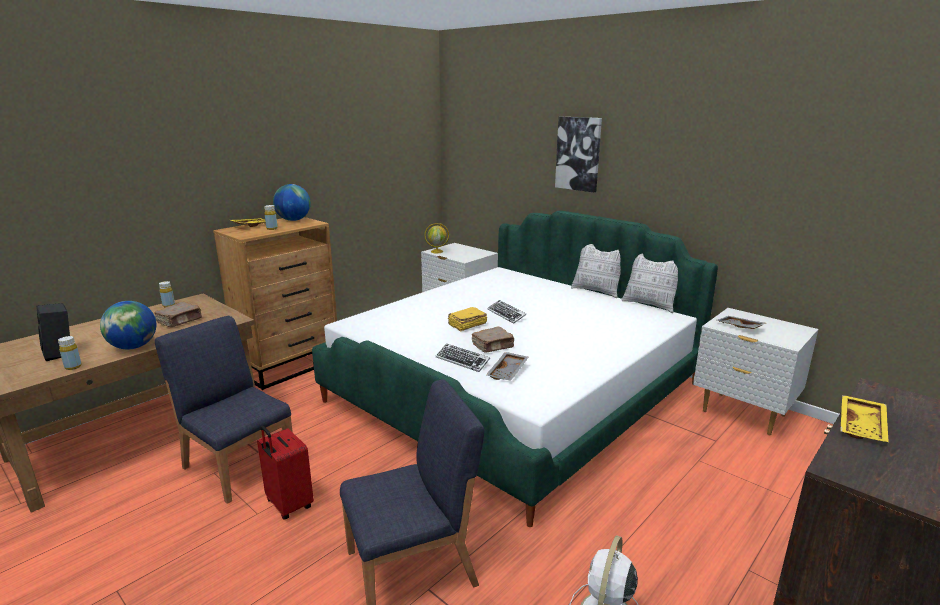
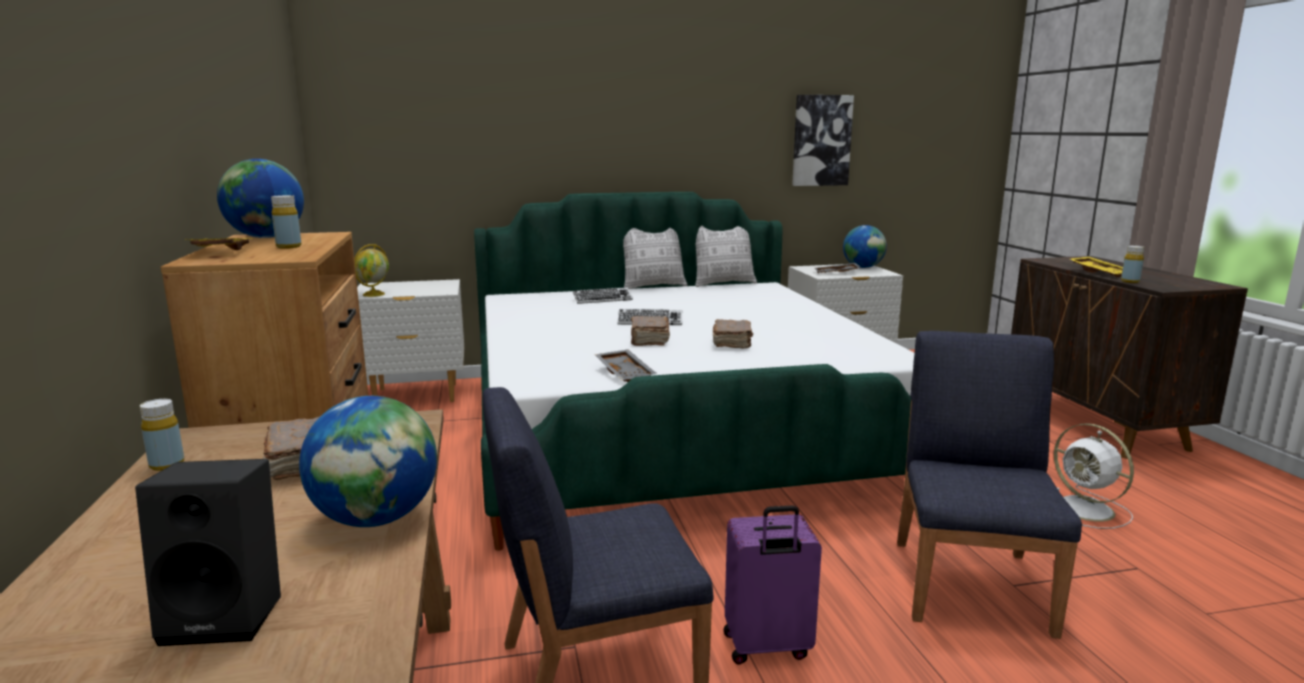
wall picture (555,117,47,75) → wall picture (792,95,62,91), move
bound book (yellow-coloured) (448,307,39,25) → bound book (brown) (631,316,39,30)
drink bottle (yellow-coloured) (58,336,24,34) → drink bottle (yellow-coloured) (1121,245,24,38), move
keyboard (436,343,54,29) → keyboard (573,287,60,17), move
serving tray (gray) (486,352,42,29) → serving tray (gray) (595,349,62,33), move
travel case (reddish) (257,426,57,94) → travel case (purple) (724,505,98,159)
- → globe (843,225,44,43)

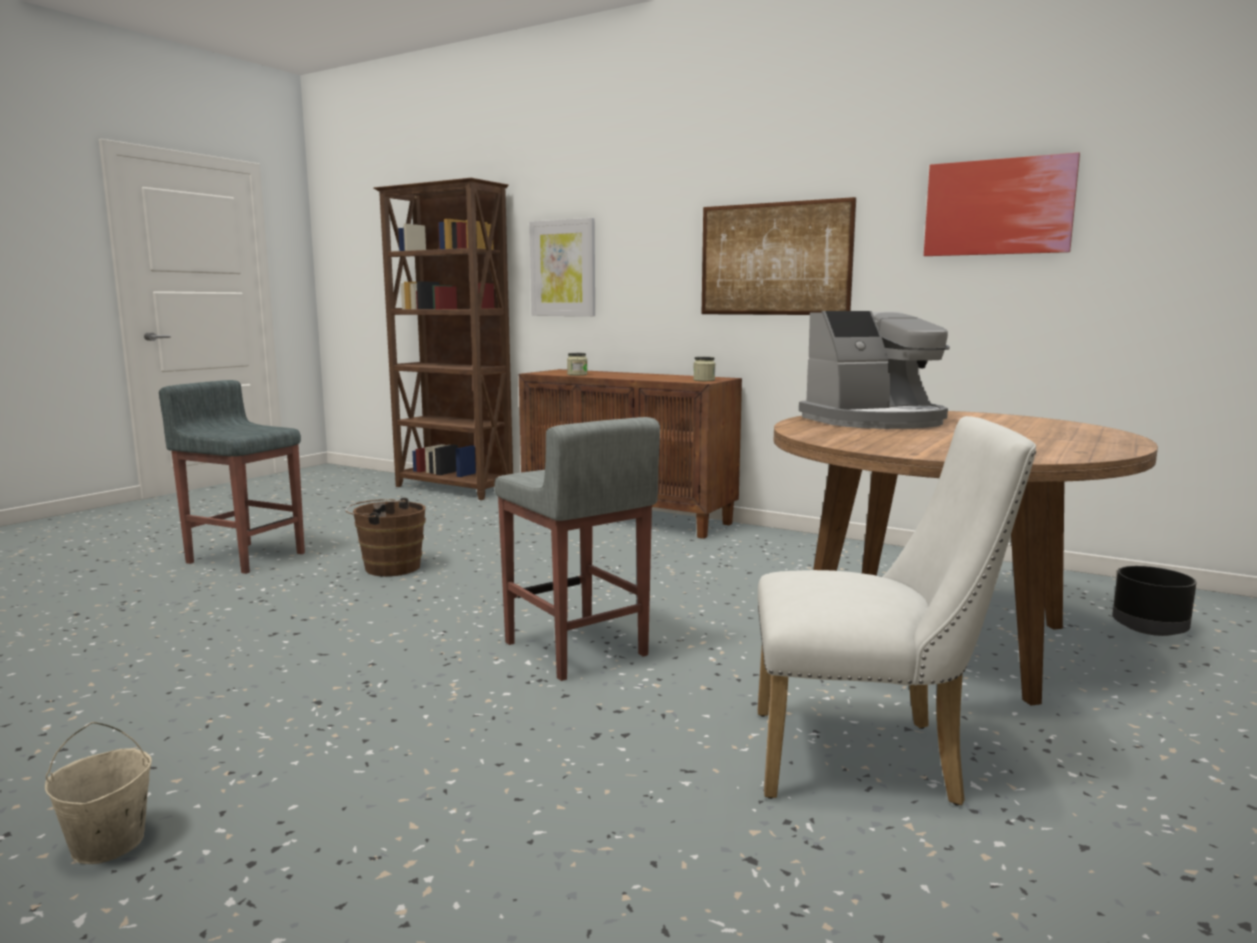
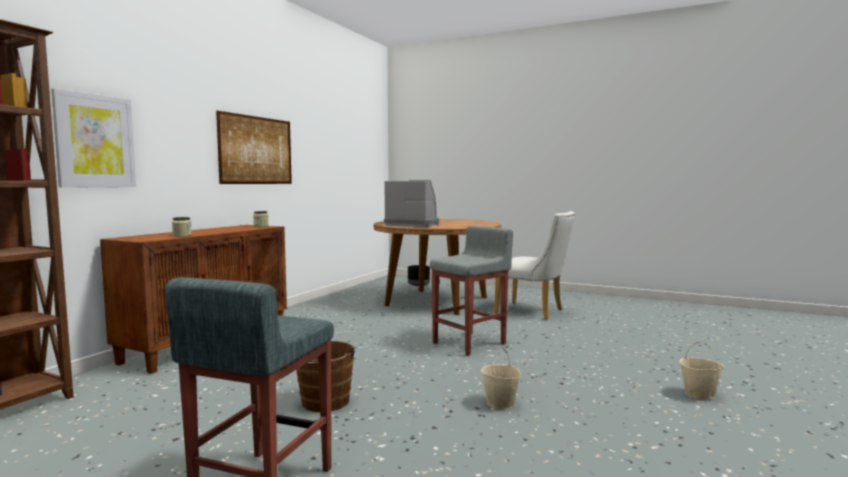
wall picture (924,152,156,104) → -
coffee maker (799,311,151,118) → coffee maker (384,180,55,47), 45 degrees counterclockwise
upright chair (white) (758,416,278,390) → upright chair (white) (494,211,81,109), 120 degrees clockwise
- → bucket (sand-coloured) (481,348,40,61)

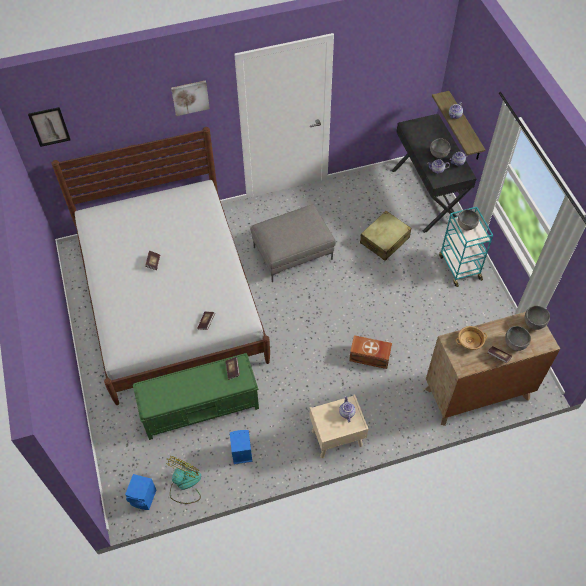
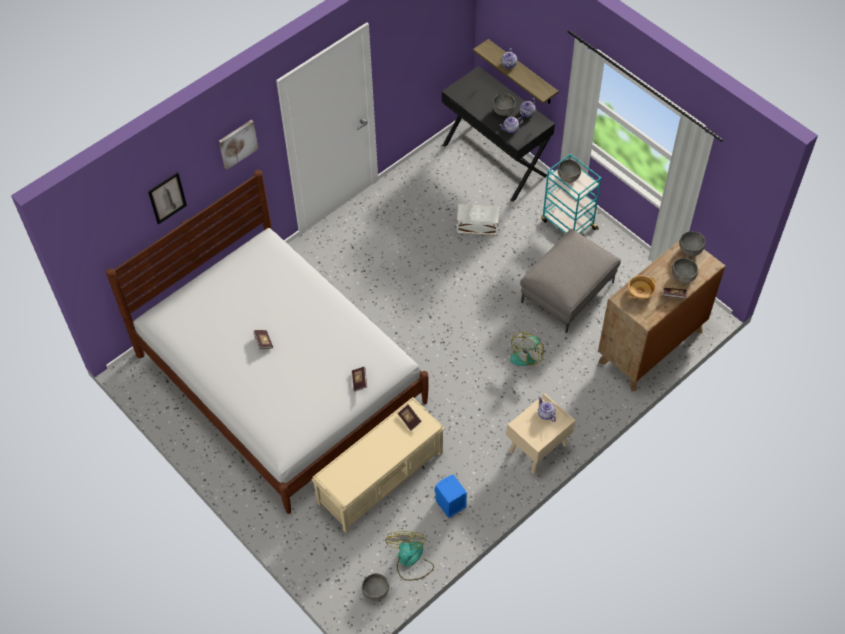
wall picture (28,107,43,40) → wall picture (148,172,39,53), move
pouffe (gray) (250,204,86,78) → pouffe (gray) (520,229,101,104), move
travel case (sand-coloured) (360,211,51,50) → storage box (white) (457,204,42,32)
storage box (brown) (349,335,43,34) → cooling fan (510,332,34,34)
indoor bench (greenish) (133,353,126,87) → indoor bench (sand-coloured) (311,397,134,136)
audio speaker (blue) (125,474,31,36) → serving bowl (gray) (362,573,27,28)

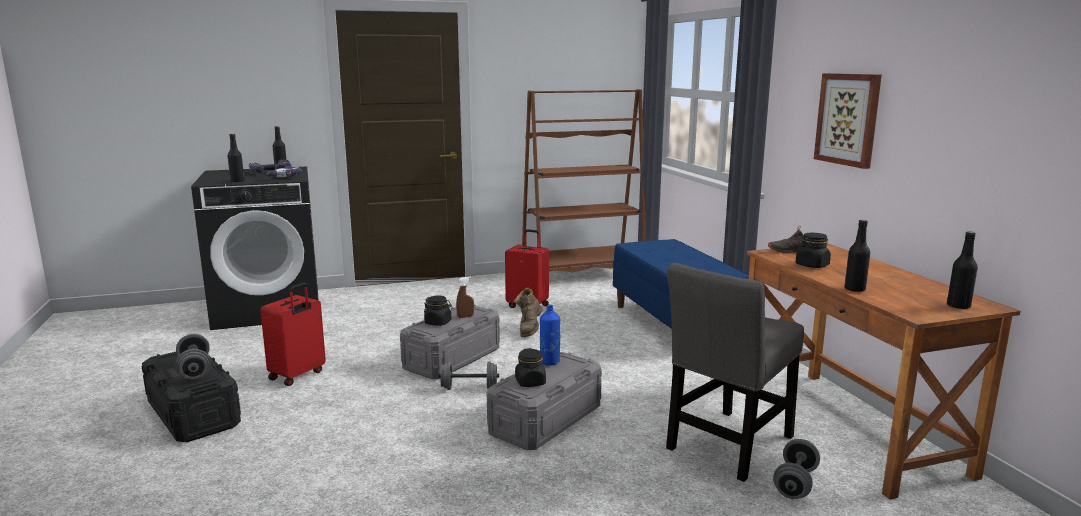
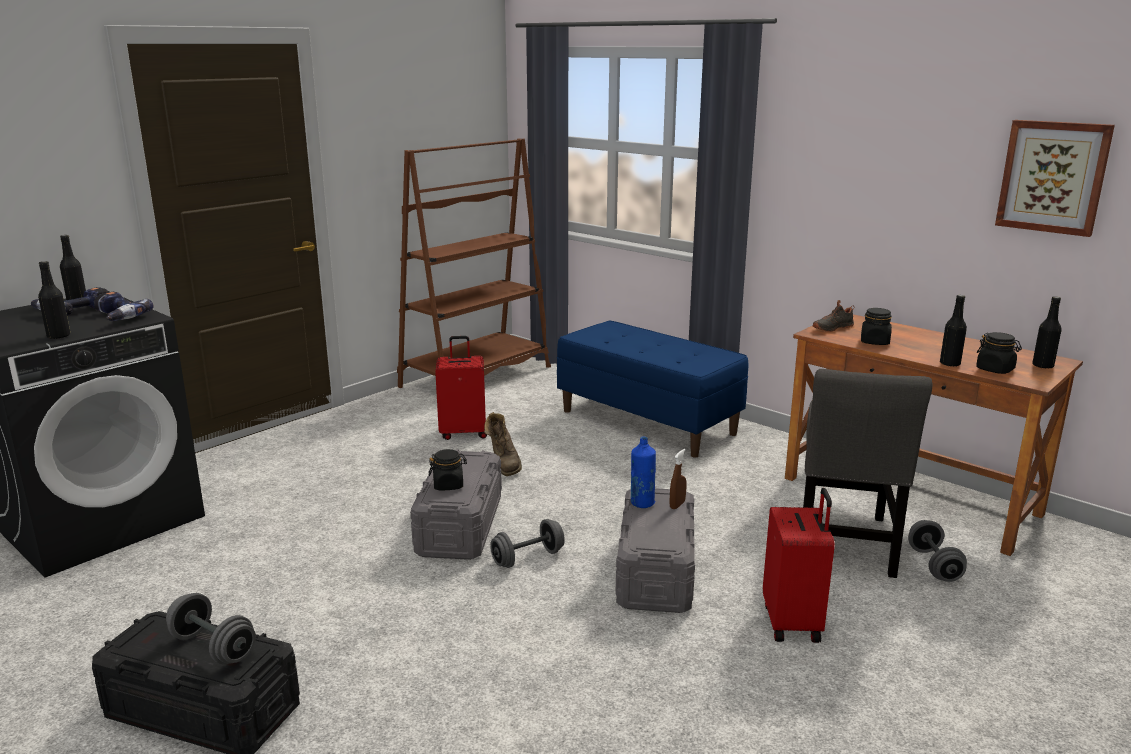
wall picture (814,73,68,96) → wall picture (995,120,120,117), move
sprayer (brown) (456,277,18,41) → sprayer (brown) (669,449,18,60), move
travel case (reddish) (260,282,66,104) → travel case (reddish) (763,488,72,155), move
preserve jar (black-coloured) (515,348,31,39) → preserve jar (black-coloured) (976,332,46,42), move

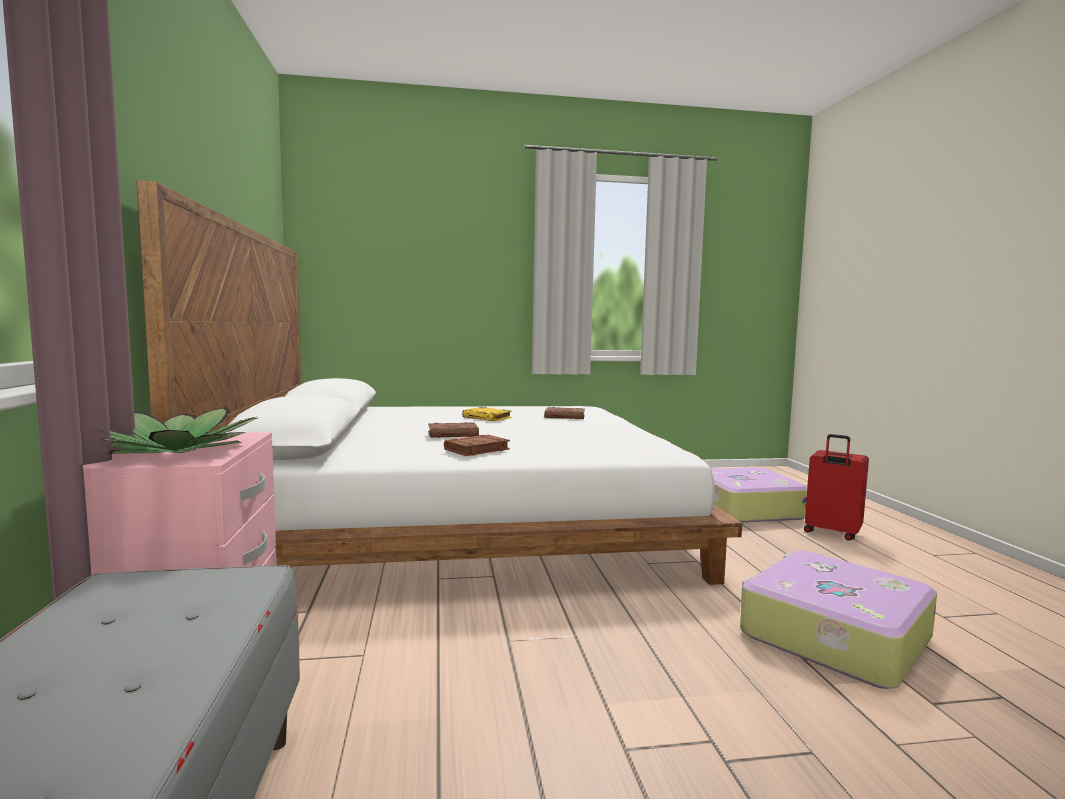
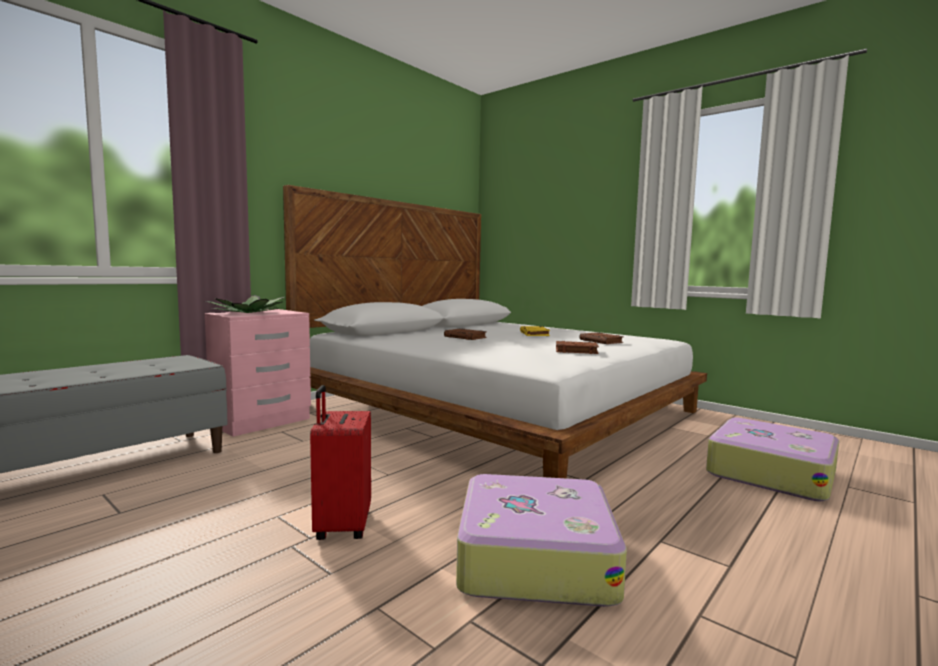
travel case (reddish) (804,434,65,107) → travel case (reddish) (310,385,61,155), move
bound book (brown) (444,435,66,21) → bound book (brown) (556,341,43,13), move

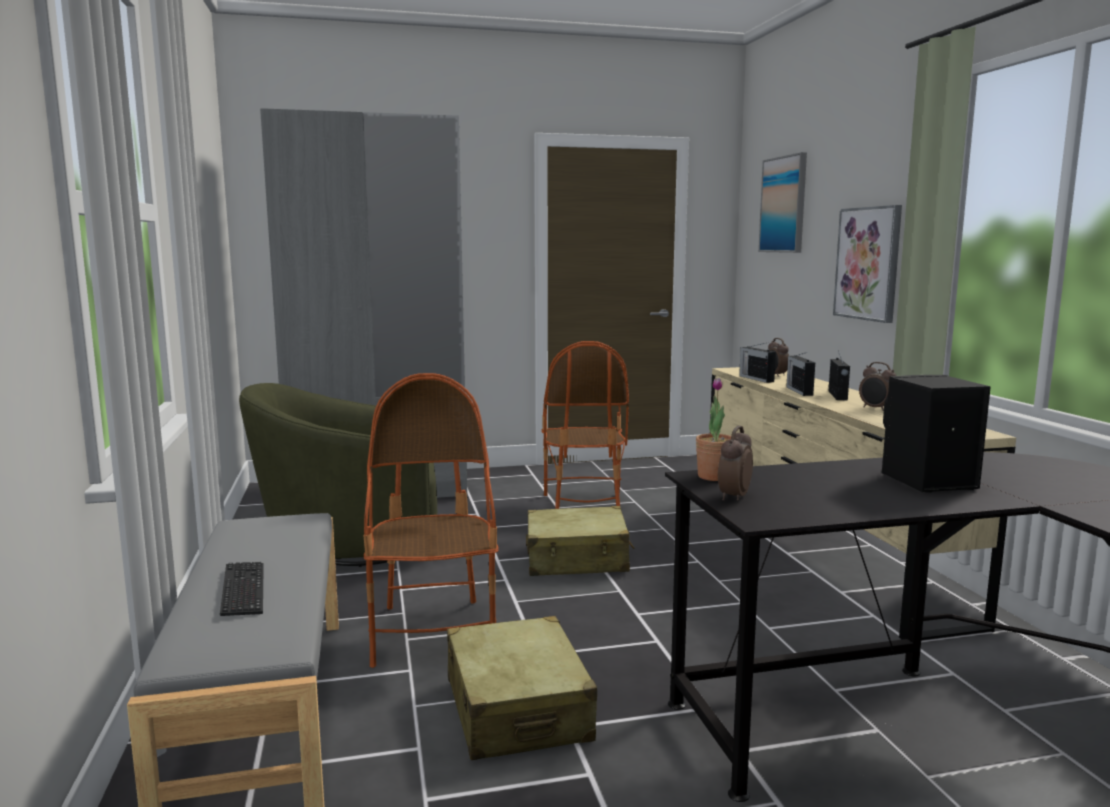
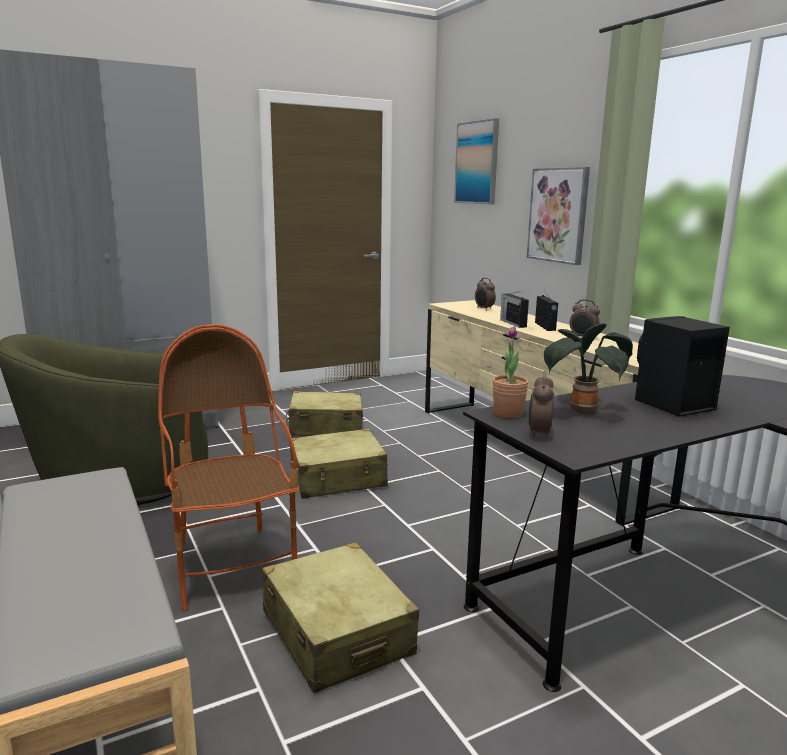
easy chair (541,341,88,168) → travel case (sand-coloured) (286,391,77,45)
radio receiver (739,343,37,40) → -
keyboard (220,562,44,54) → -
- → plant in a pot (544,323,89,91)

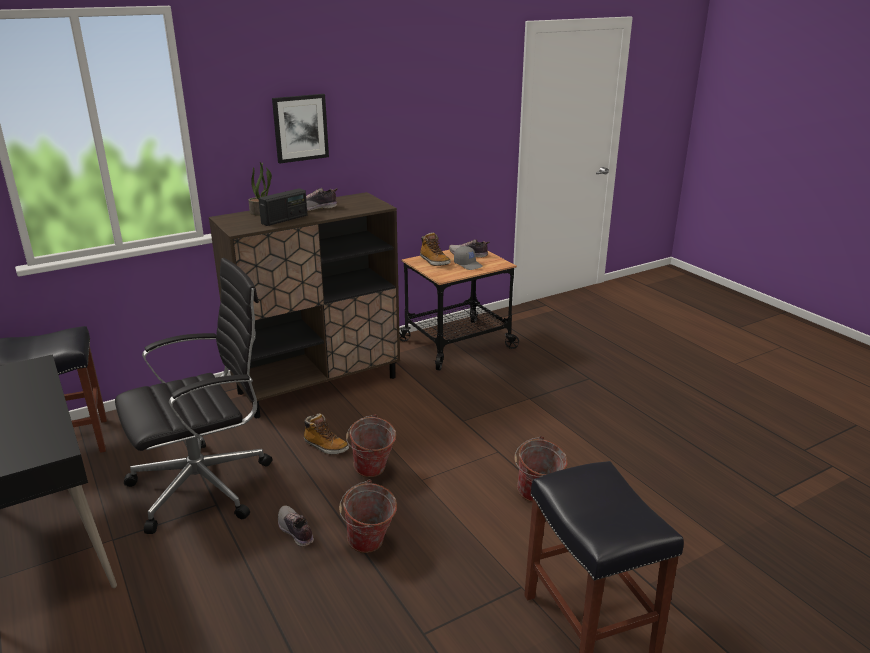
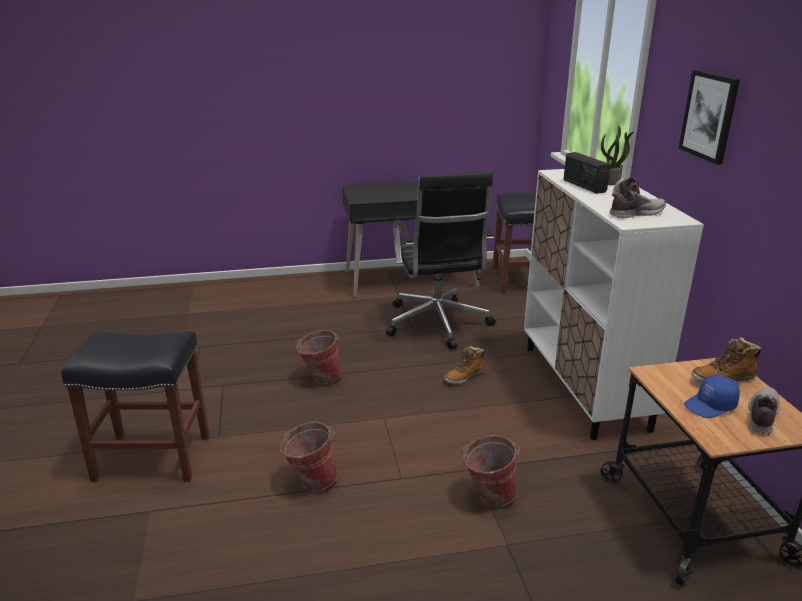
storage cabinet (brown) (209,192,191,226) → storage cabinet (white) (524,169,180,271)
baseball cap (gray) (454,246,29,24) → baseball cap (blue) (684,375,56,43)
bucket (346,414,50,63) → bucket (461,435,59,72), move
low shoe (278,506,36,41) → low shoe (610,190,56,28), move

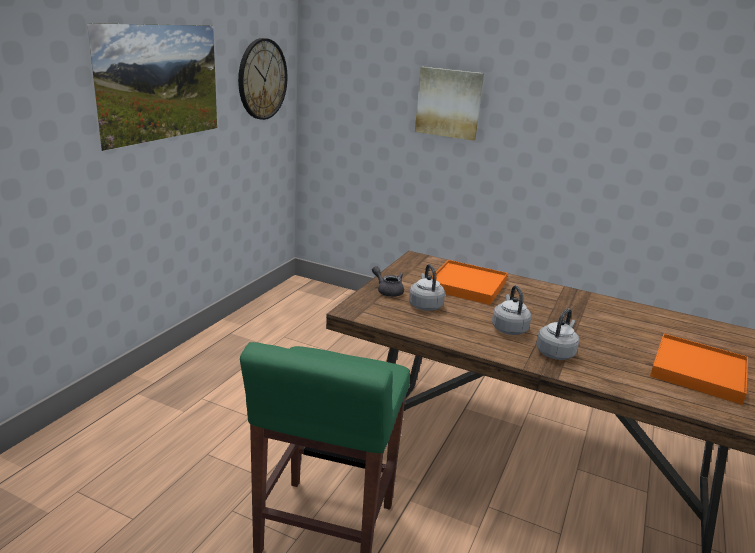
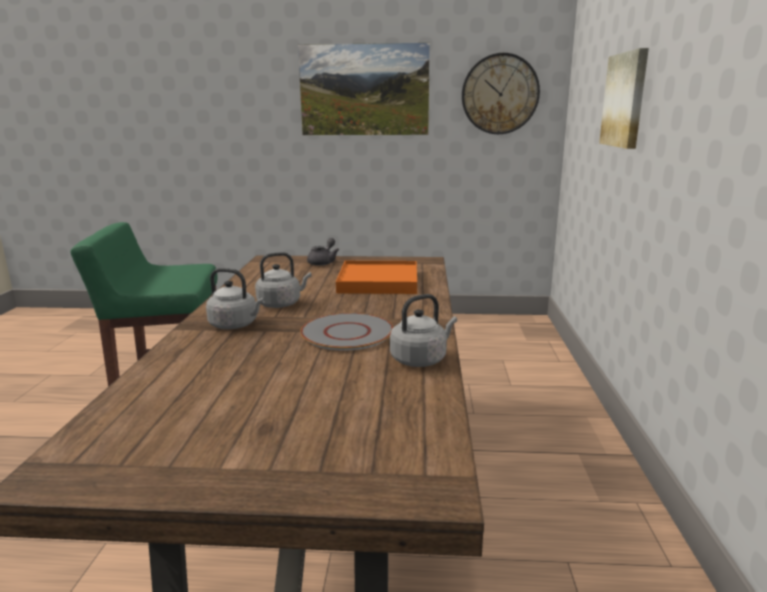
tea kettle (gray) (409,264,36,47) → tea kettle (gray) (390,294,67,73), move
serving tray (orange) (650,334,98,71) → -
- → plate (gray) (300,313,94,38)

